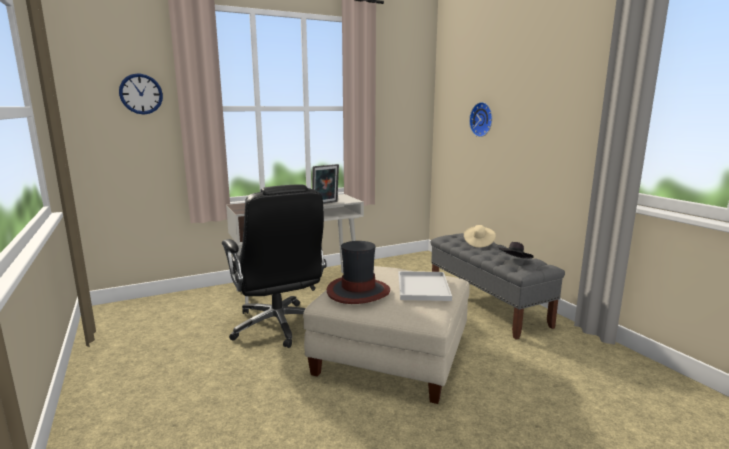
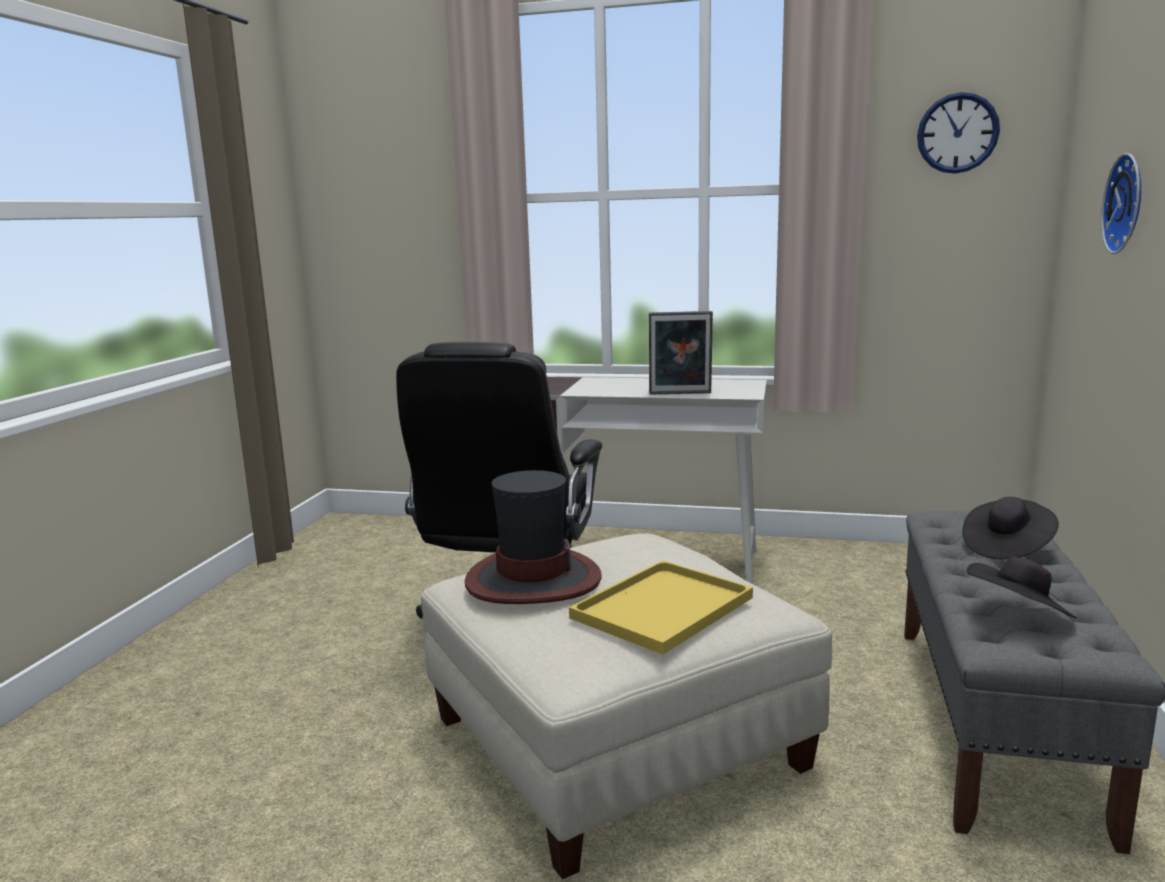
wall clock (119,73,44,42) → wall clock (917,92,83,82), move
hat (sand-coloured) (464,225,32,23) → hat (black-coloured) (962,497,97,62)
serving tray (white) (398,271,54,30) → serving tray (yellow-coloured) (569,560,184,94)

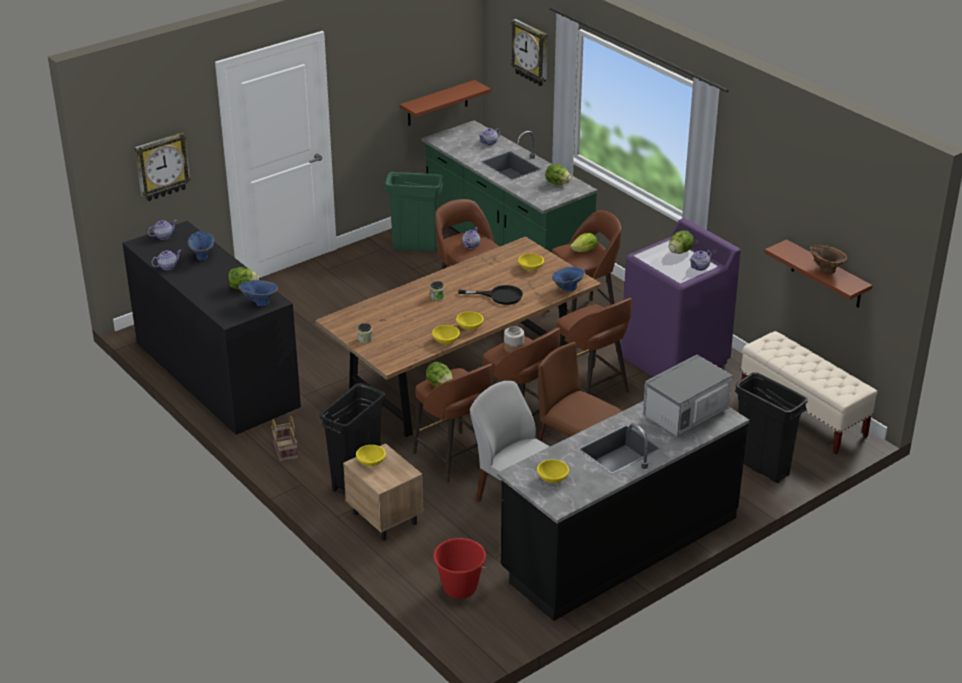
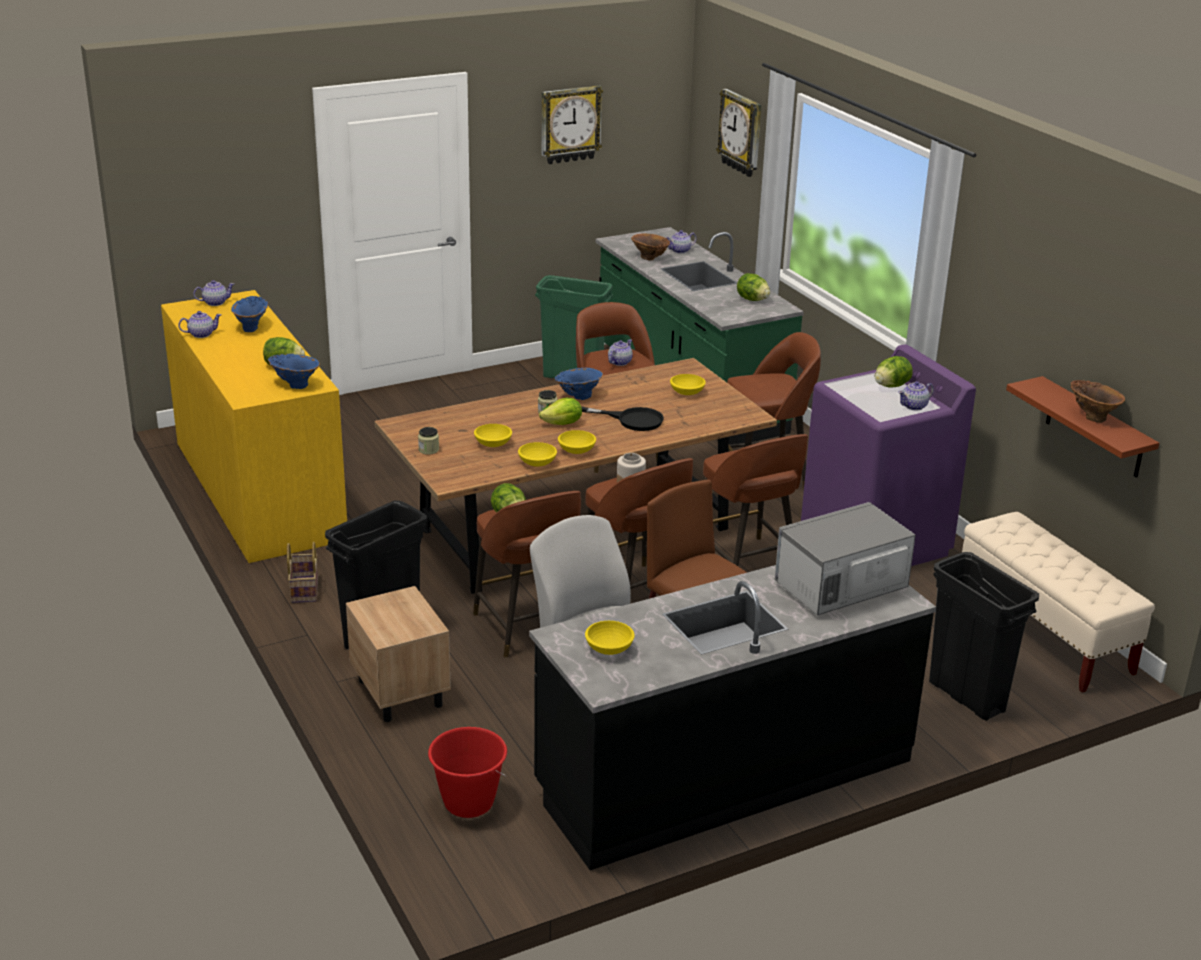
bracket shelf (brown) (400,80,91,46) → -
wall clock (135,132,56,69) → wall clock (541,85,62,79), move
drawer chest (black-coloured) (122,221,179,214) → drawer chest (yellow-coloured) (161,290,186,273)
lettuce head (570,233,27,19) → lettuce head (539,398,43,27), move
decorative vase (blue) (552,266,33,26) → decorative vase (blue) (555,368,48,32), move
serving bowl (yellow-coloured) (356,445,30,21) → serving bowl (yellow-coloured) (474,424,38,23), move
- → decorative vase (brown) (631,234,39,26)

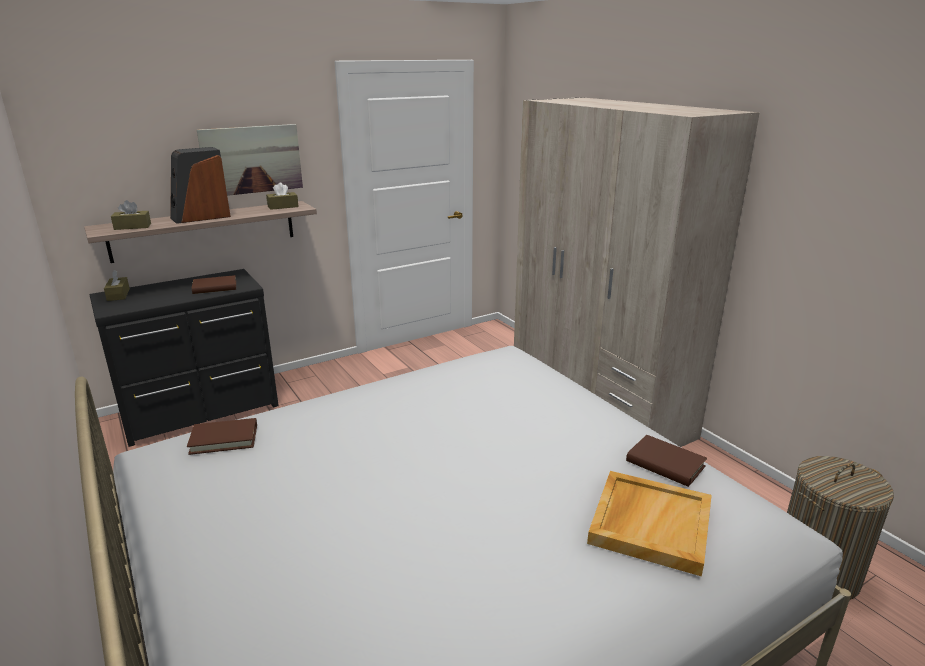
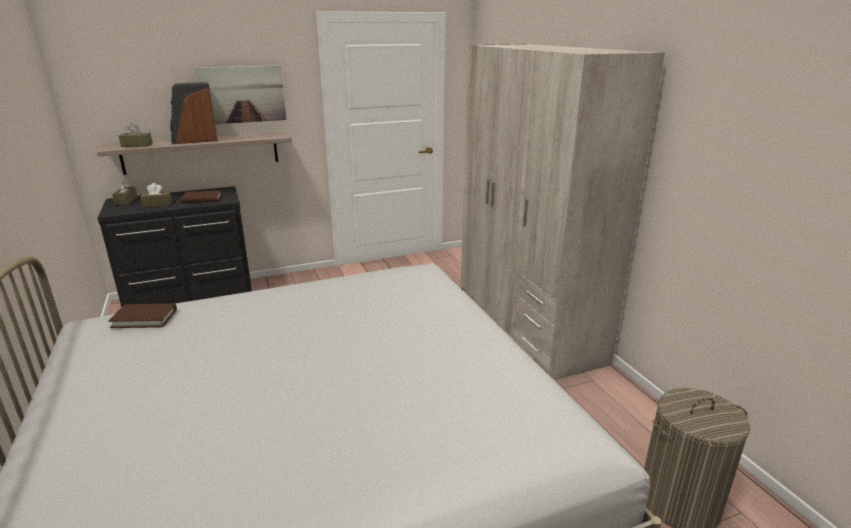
box of tissues (brown) (266,182,33,28) → box of tissues (brown) (140,183,32,24), move
bound book (brown) (626,435,81,52) → -
serving tray (sand-coloured) (587,471,125,105) → -

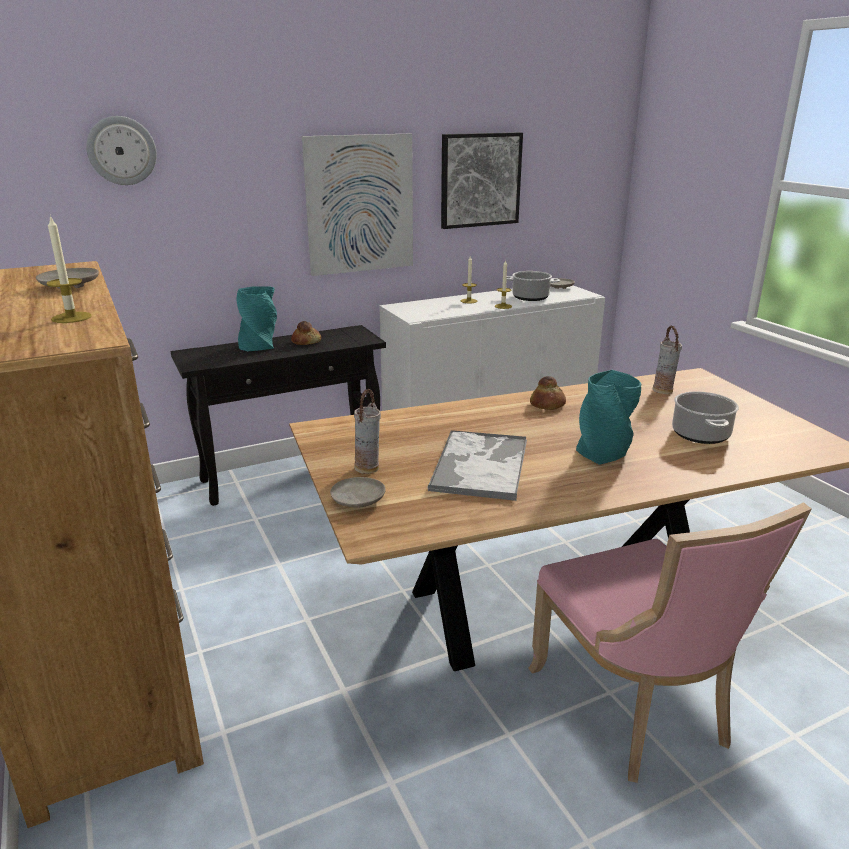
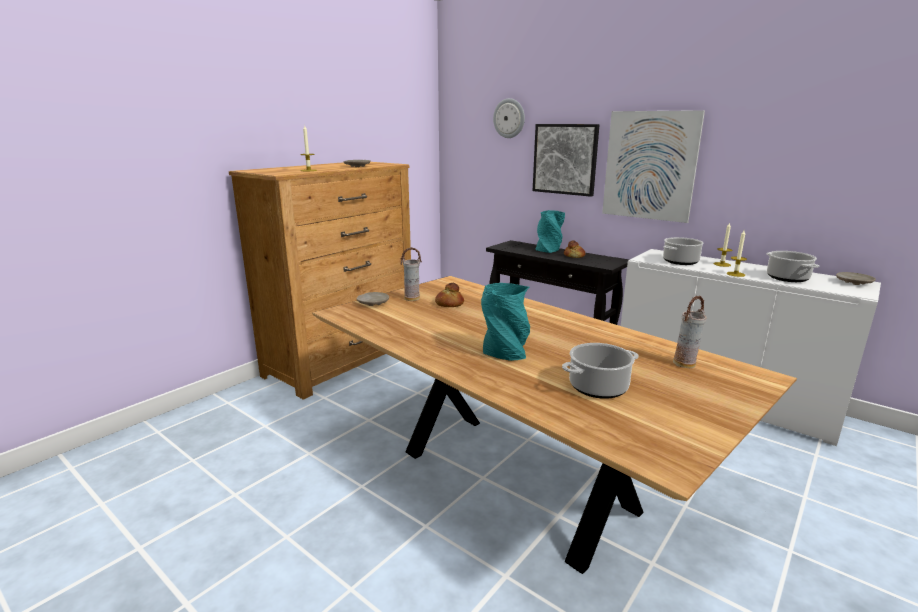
wall picture (441,132,82,97) → wall picture (533,124,67,73), move
baked bread (530,376,36,34) → baked bread (435,283,29,24), move
serving tray (427,430,100,71) → -
upright chair (pink) (528,502,284,281) → -
- → cooking pot (663,237,41,28)

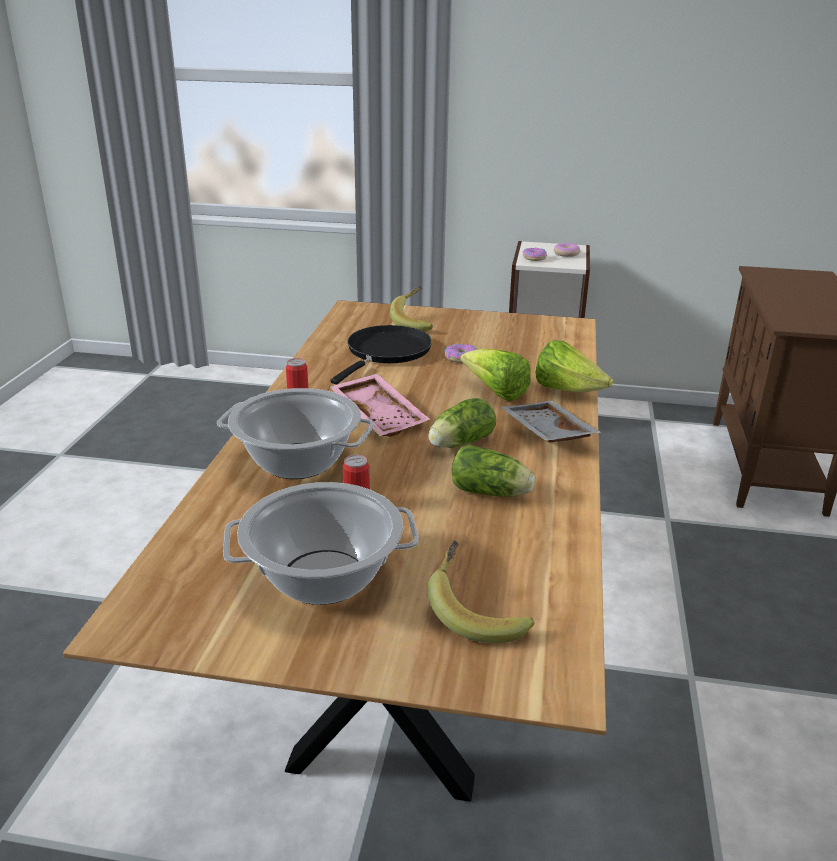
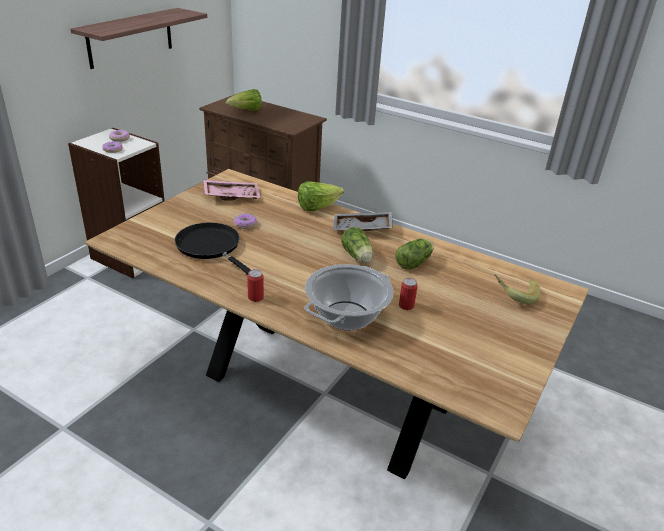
banana fruit (390,286,43,46) → -
lettuce head (460,349,71,52) → lettuce head (226,89,36,22), move
serving tray (pink) (330,373,100,64) → serving tray (pink) (203,180,58,21), move
cooking pot (223,482,196,123) → -
- → bracket shelf (70,8,137,61)

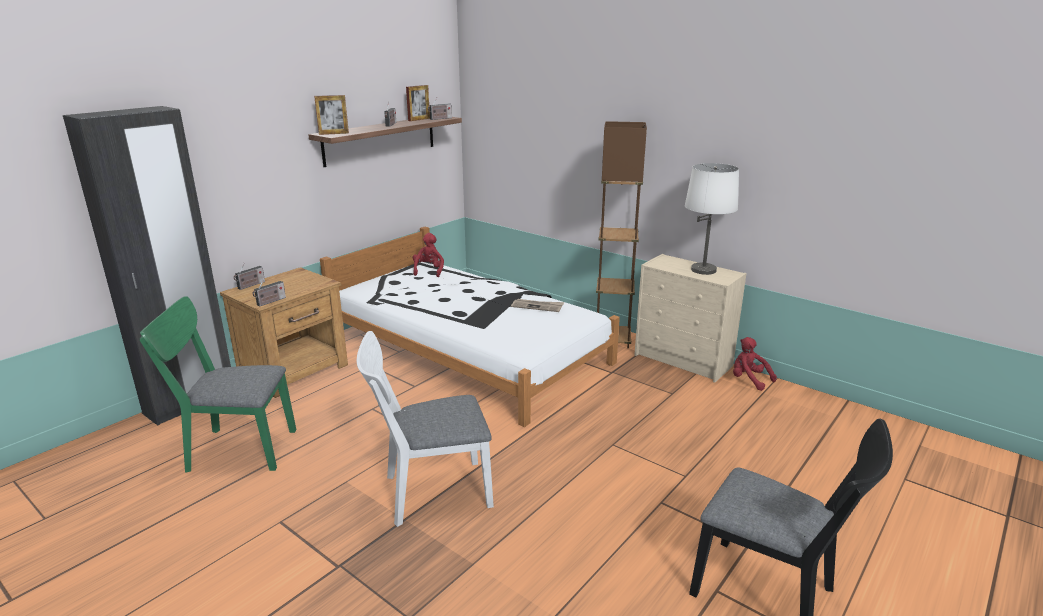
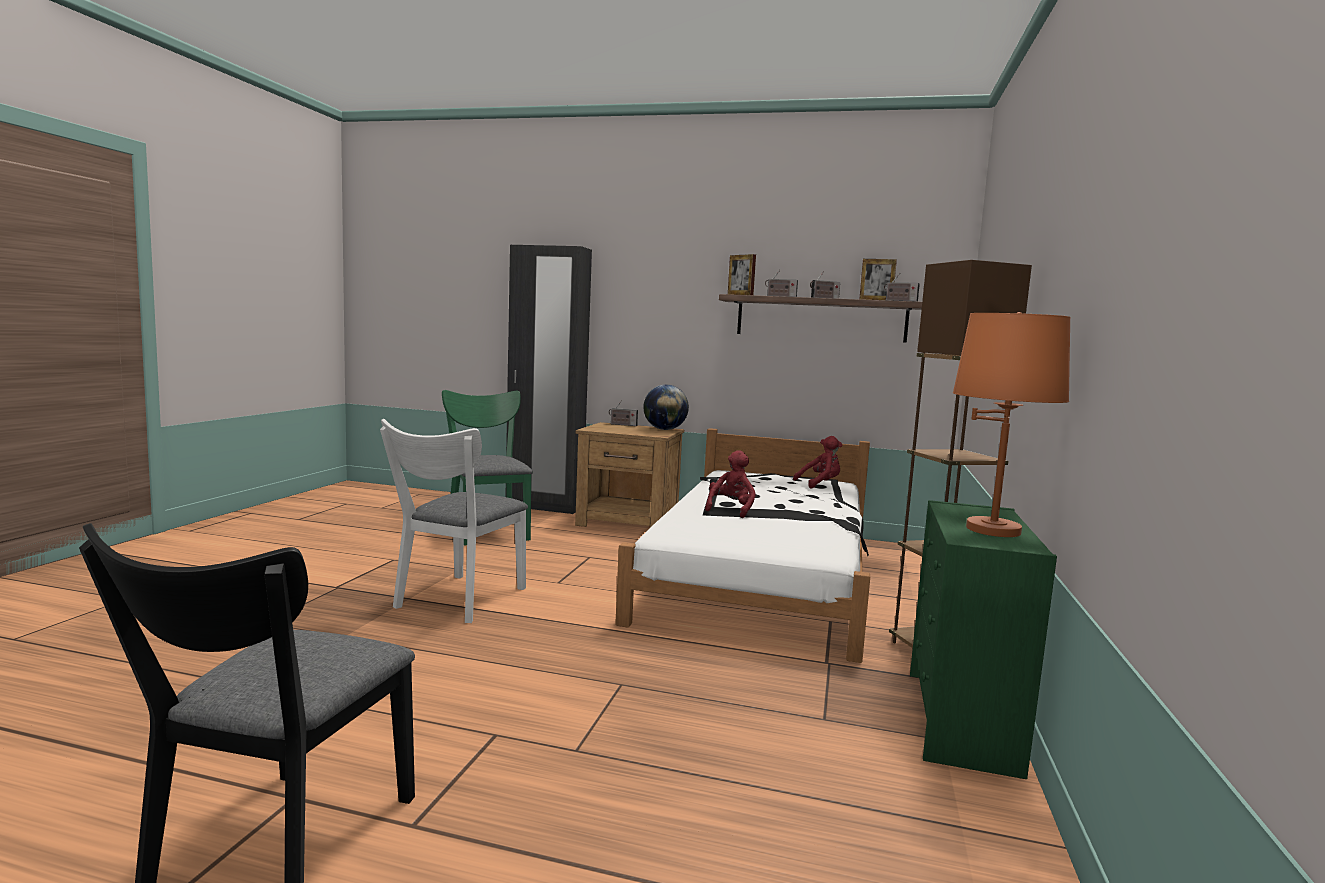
lamp for a table (white) (685,163,54,112) → lamp for a table (orange) (953,312,118,225)
drawer chest (sand-coloured) (634,254,113,129) → drawer chest (greenish) (910,500,147,279)
radio receiver (252,278,34,28) → radio receiver (765,270,33,27), move
daily paper (511,299,53,13) → -
upright chair (white) (357,331,137,196) → upright chair (white) (380,419,148,204), 120 degrees counterclockwise
soft toy (reddish) (733,337,44,54) → soft toy (reddish) (705,450,51,68), move
- → globe (643,385,46,45)

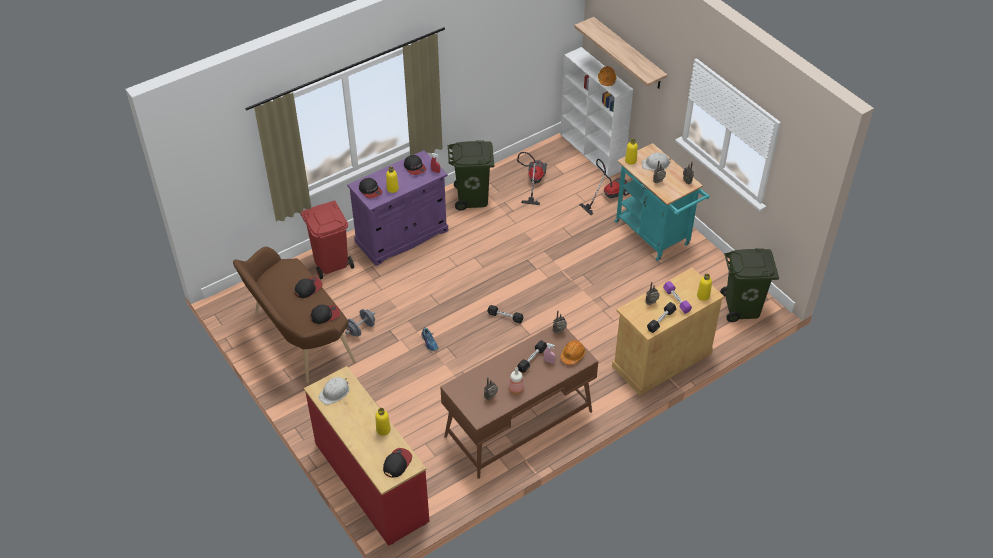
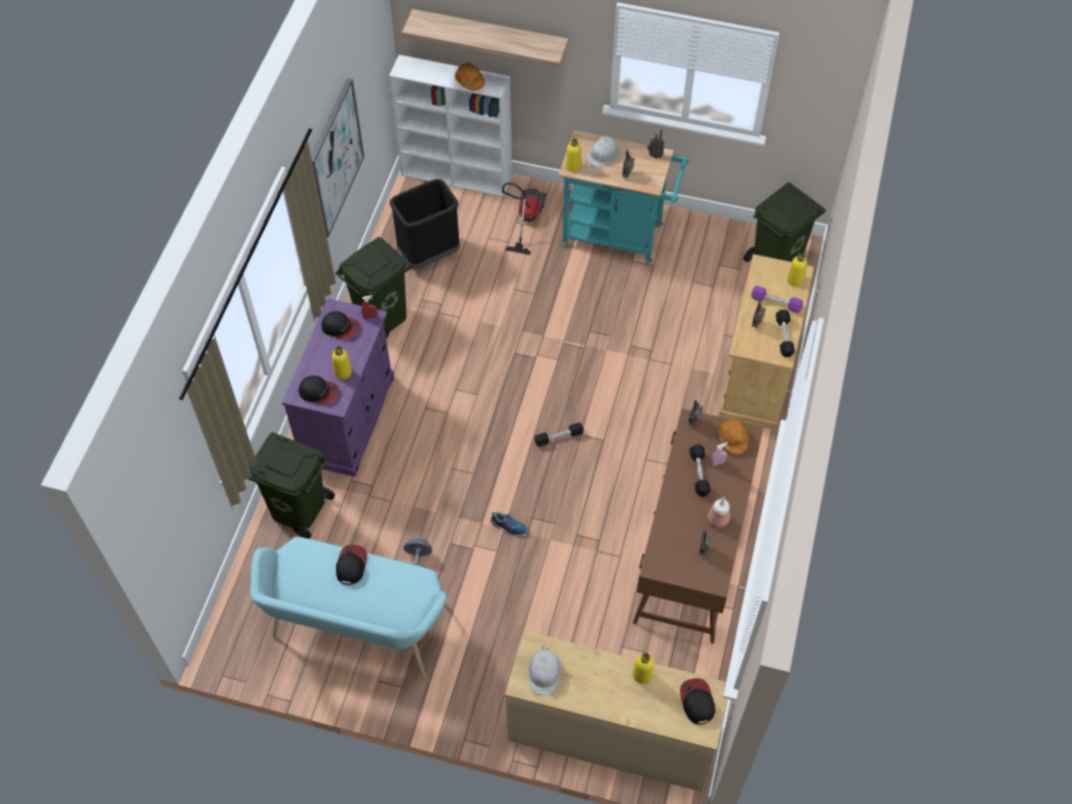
vacuum (517,152,30,53) → waste bin (black-coloured) (390,179,70,90)
waste bin (reddish) (300,200,54,79) → waste bin (greenish) (248,432,87,107)
indoor bench (brown) (233,247,123,136) → indoor bench (turquoise-coloured) (250,537,203,140)
baseball cap (310,305,30,19) → -
drawer chest (reddish) (304,366,126,180) → drawer chest (sand-coloured) (504,631,223,161)
- → wall picture (311,78,53,159)

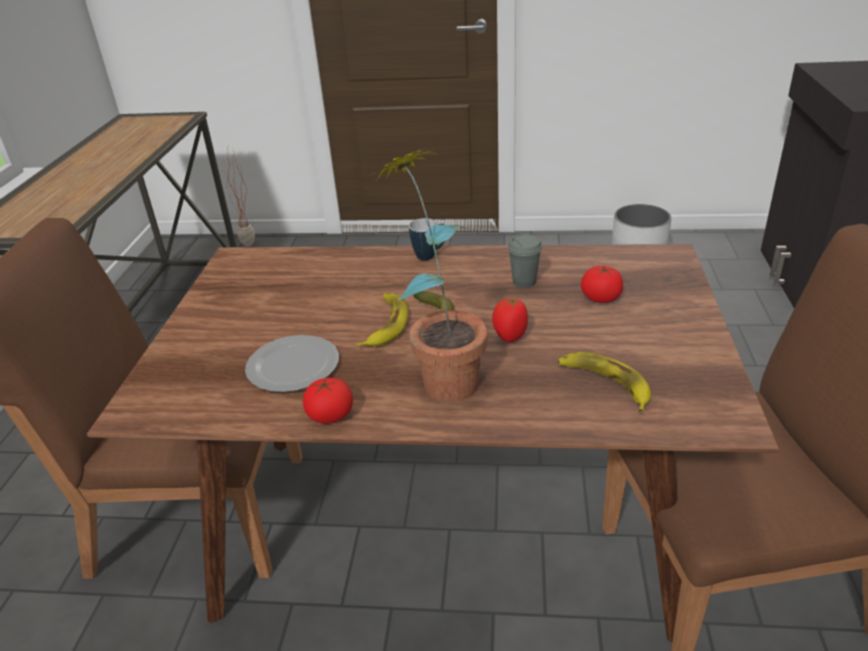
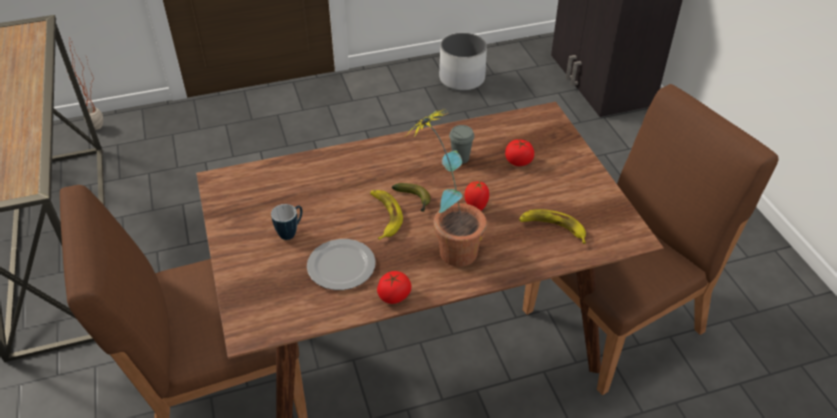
mug (409,218,36,43) → mug (271,204,31,36), move

